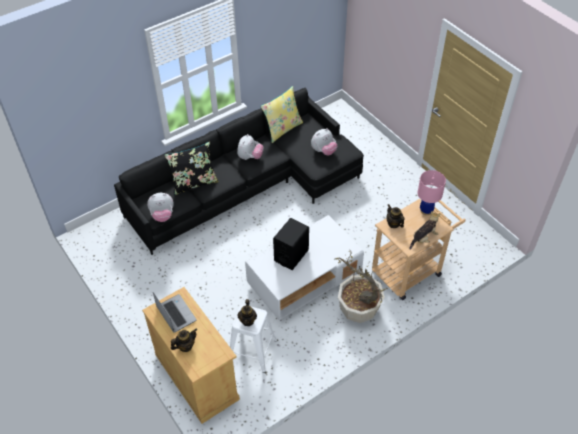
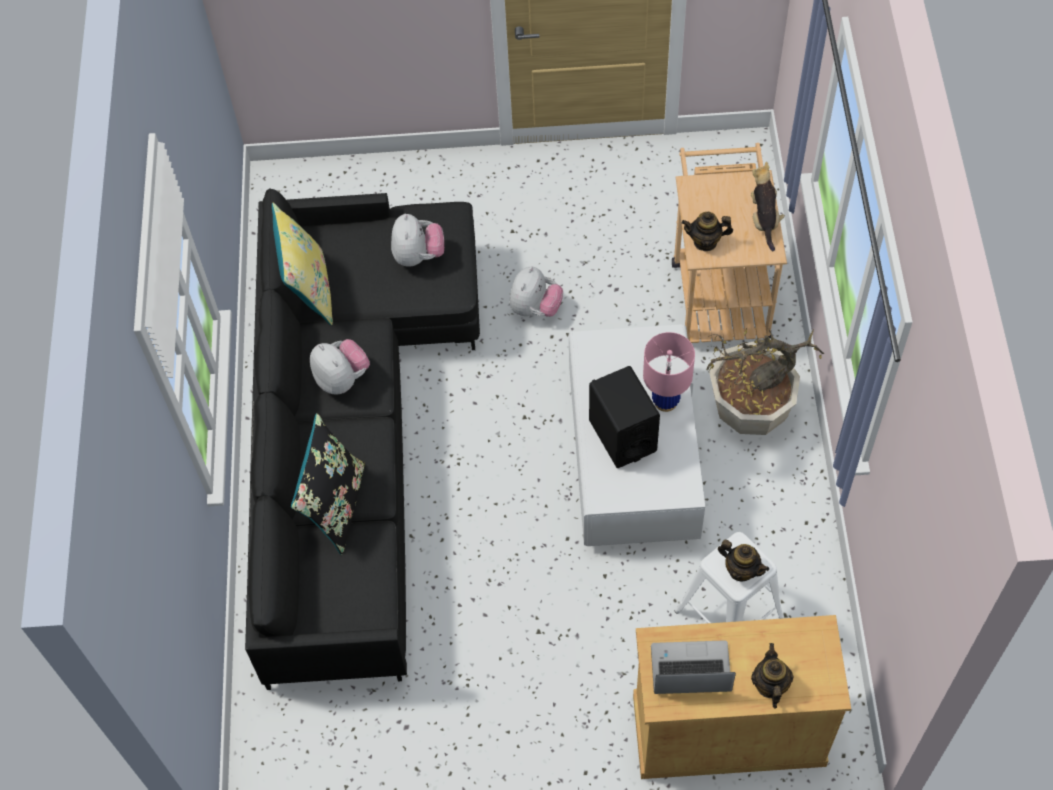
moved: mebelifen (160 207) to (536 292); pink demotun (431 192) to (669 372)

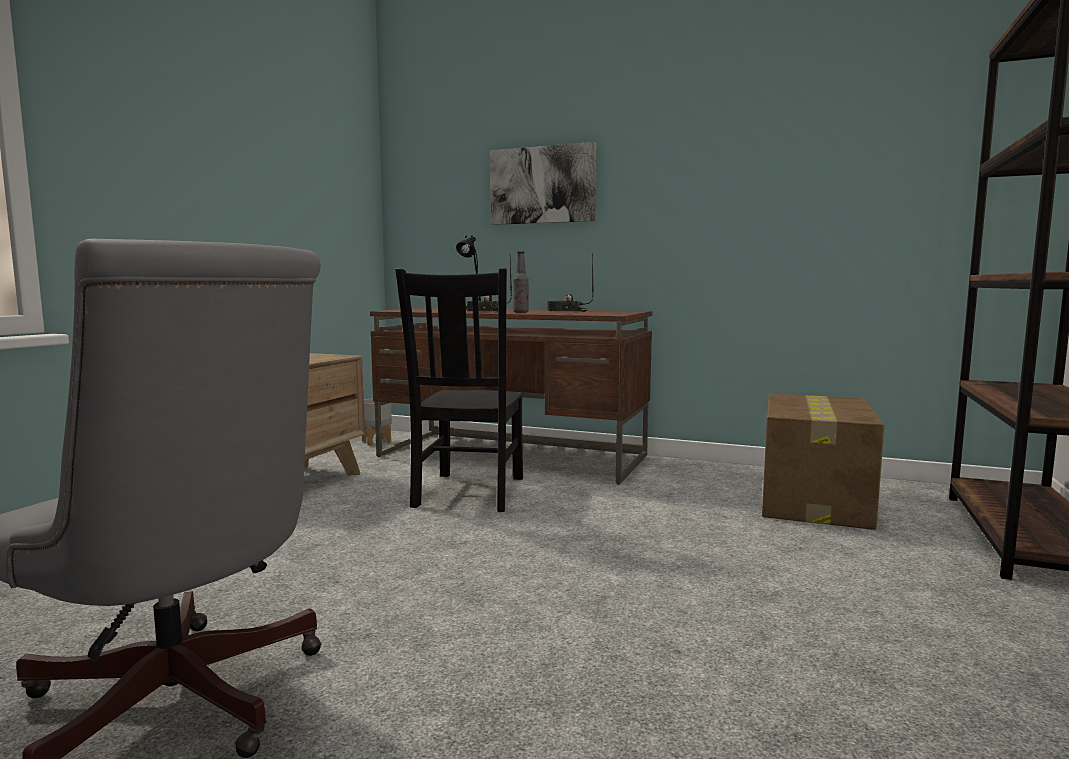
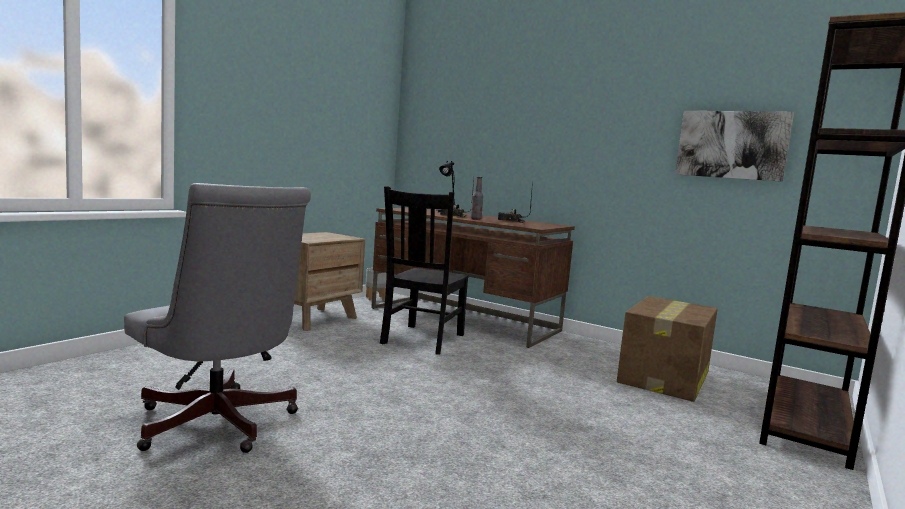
moved: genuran (543 183) to (734 146)

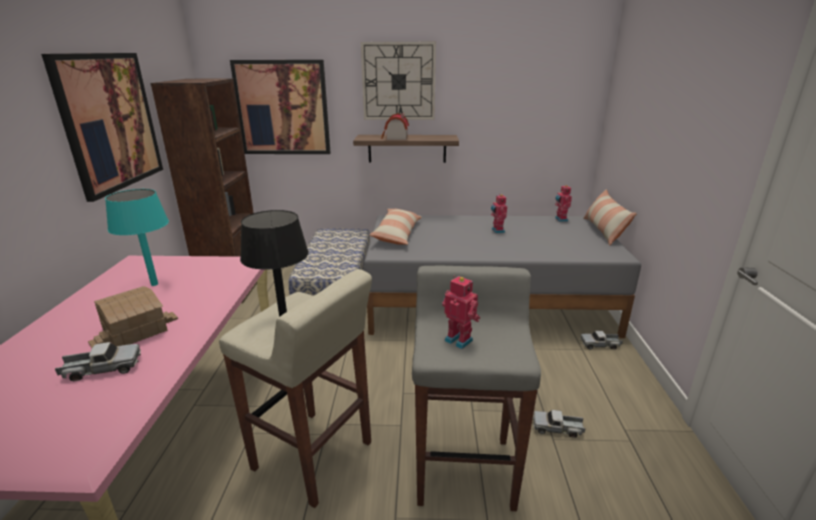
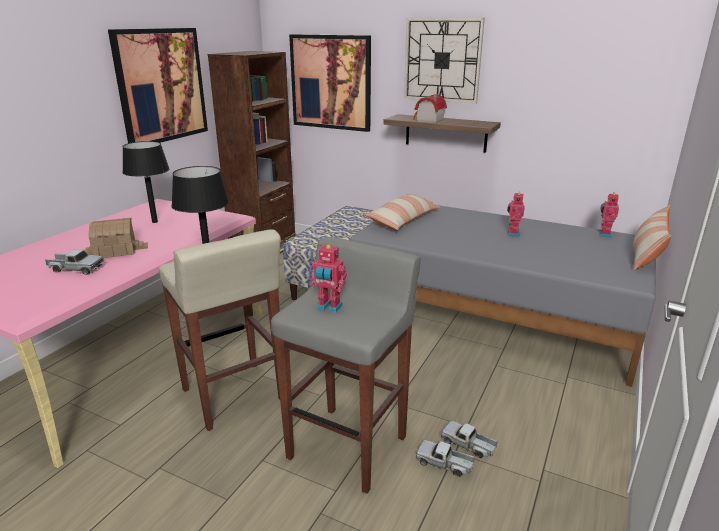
moved: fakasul (601 340) to (445 458)
recoloured: turquoise demotun (137 237) to black demotun (145 182)
turned: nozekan (461 312) = (329 279) 135 degrees clockwise

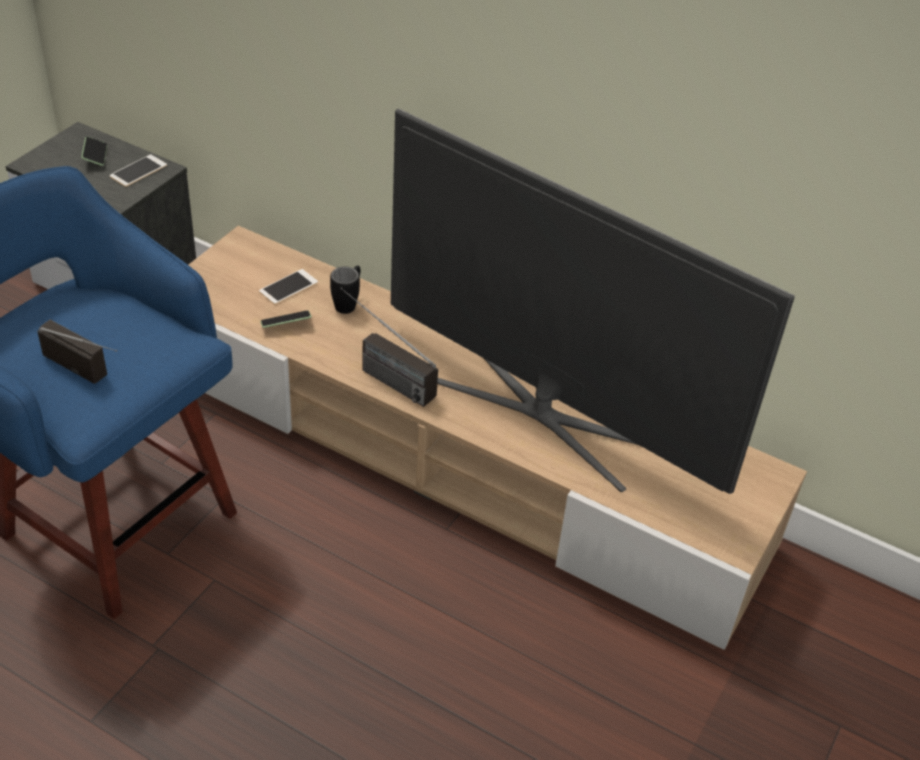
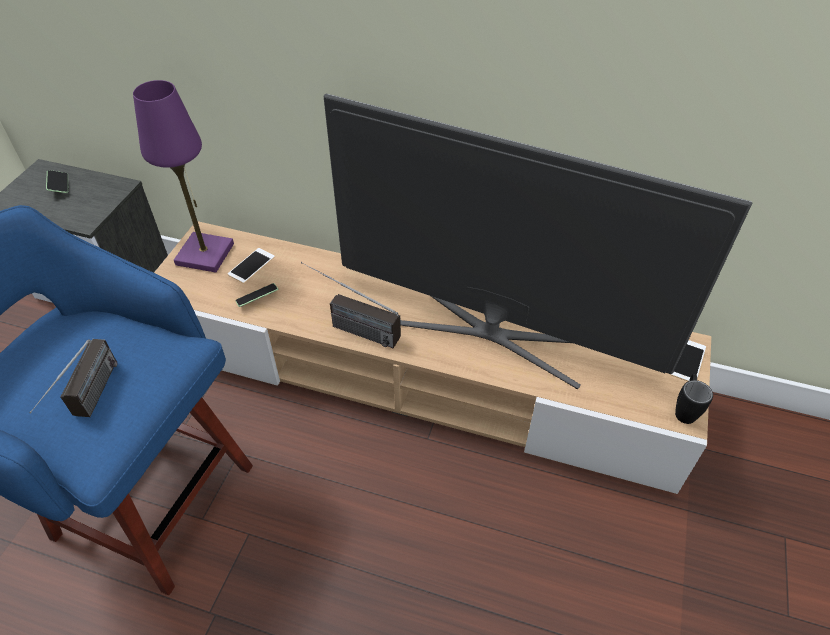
added: purple demotun (183 176)
moved: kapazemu (138 170) to (688 360); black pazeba (345 289) to (694 399)
turned: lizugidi (77 352) = (73 378) 75 degrees clockwise

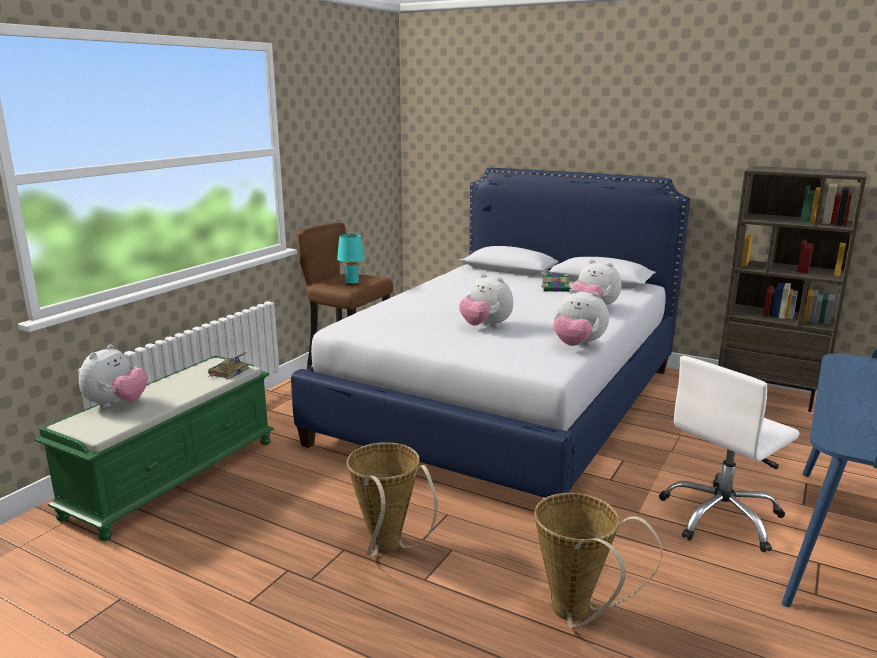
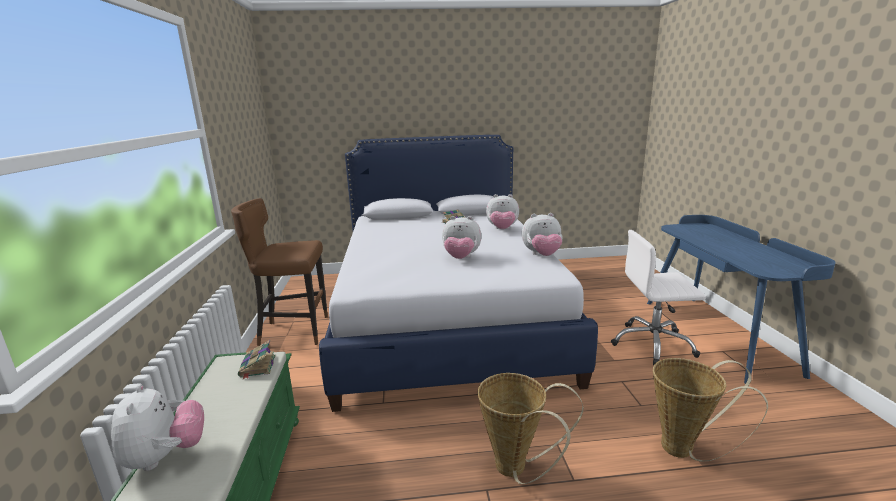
removed: turquoise demotun (351 259); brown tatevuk (792 289)
turned: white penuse (729 454) = (658 297) 75 degrees clockwise

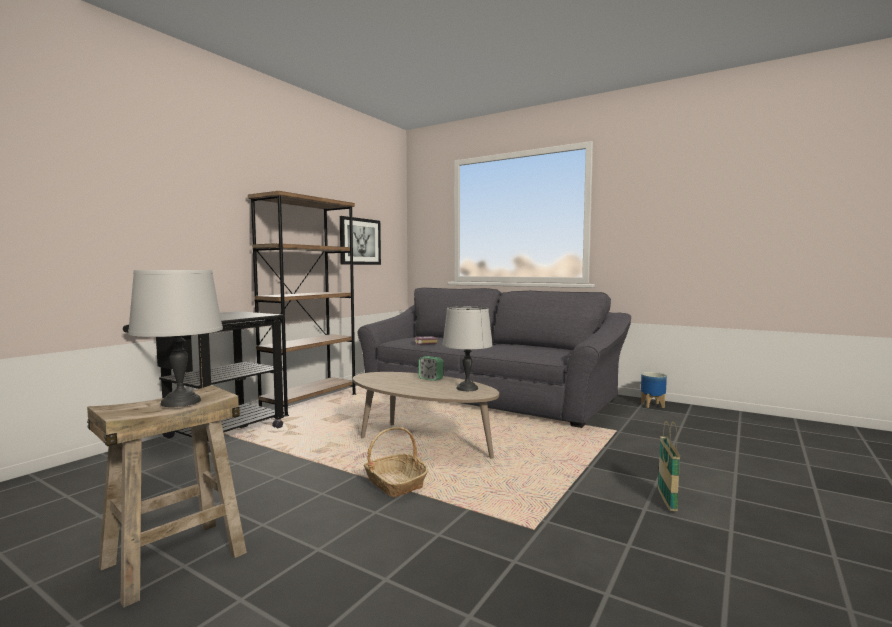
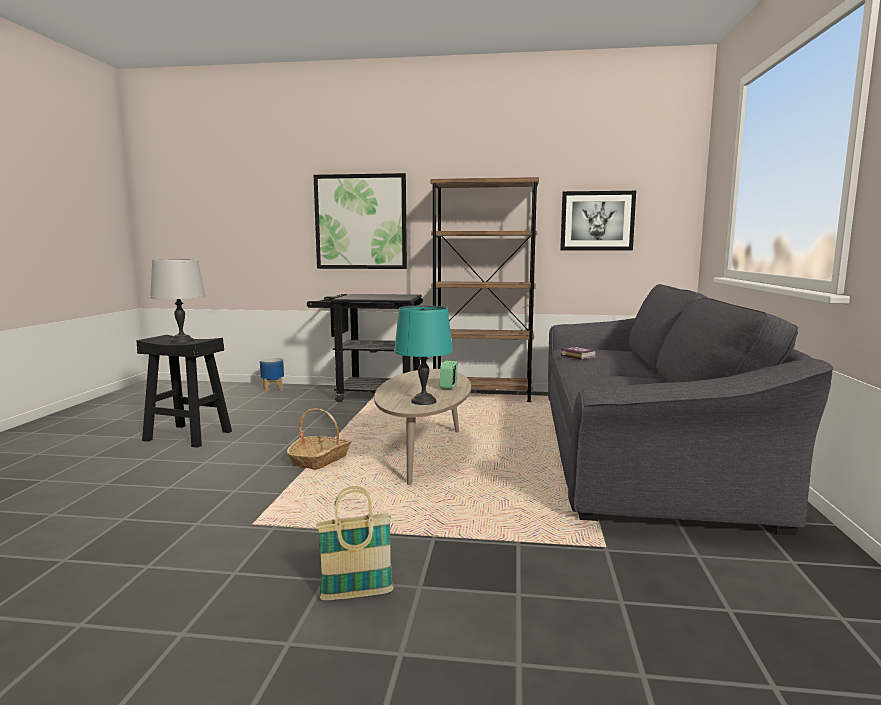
added: genuran (360 221)
moved: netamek (654 390) to (272 374)
recoloured: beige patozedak (167 496) to black patozedak (184 391); grey demotun (467 349) to turquoise demotun (423 355)

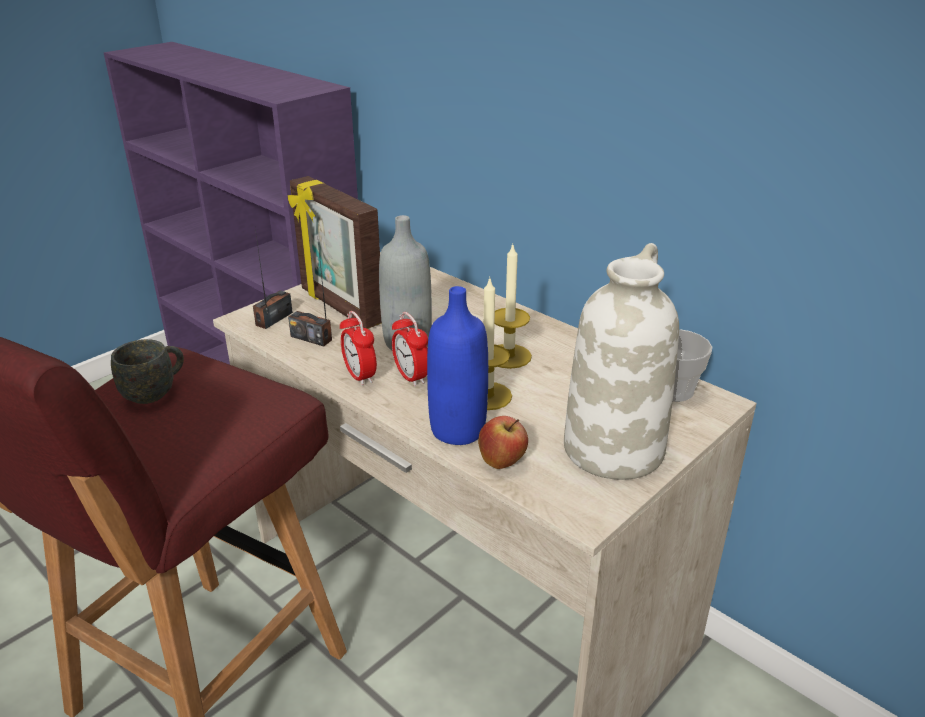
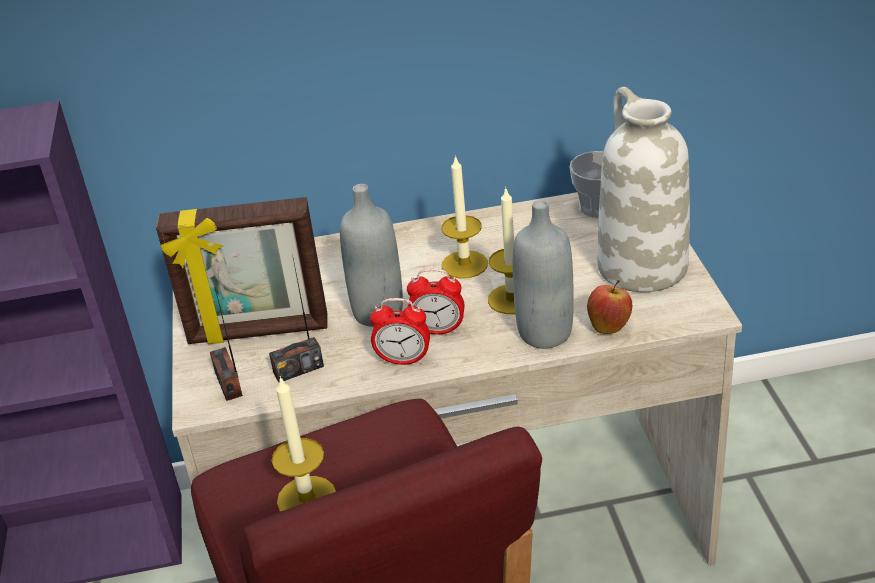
replaced: grey pazeba (147 371) to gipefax (304 444)
recoloured: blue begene (457 365) to grey begene (543 274)

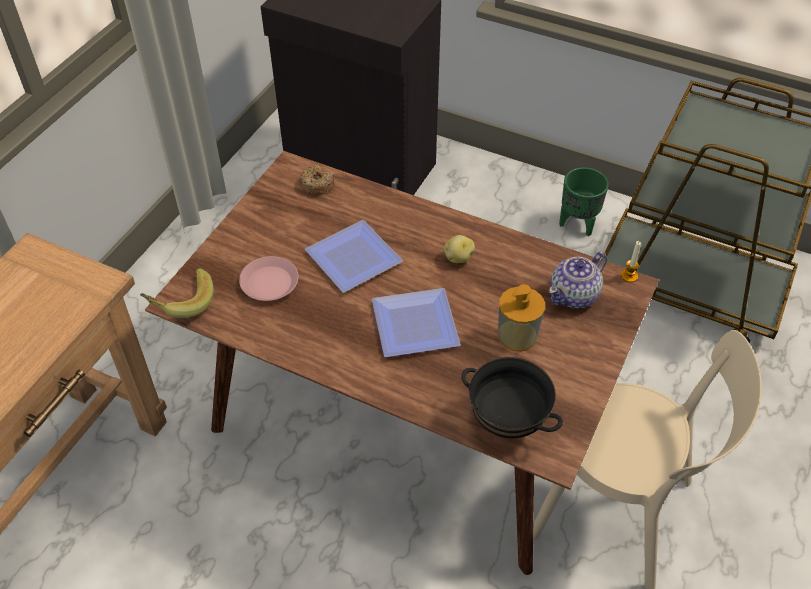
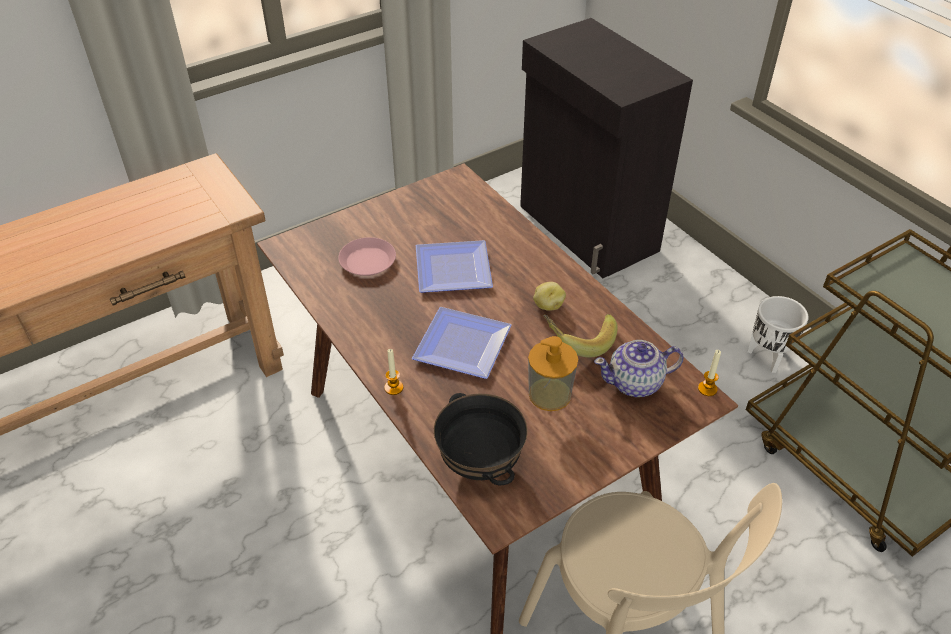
removed: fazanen (316 180)
added: gipefax (393 372)
moved: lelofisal (176 293) to (581 336)
recoloured: green netamek (584 201) to white netamek (778 334)

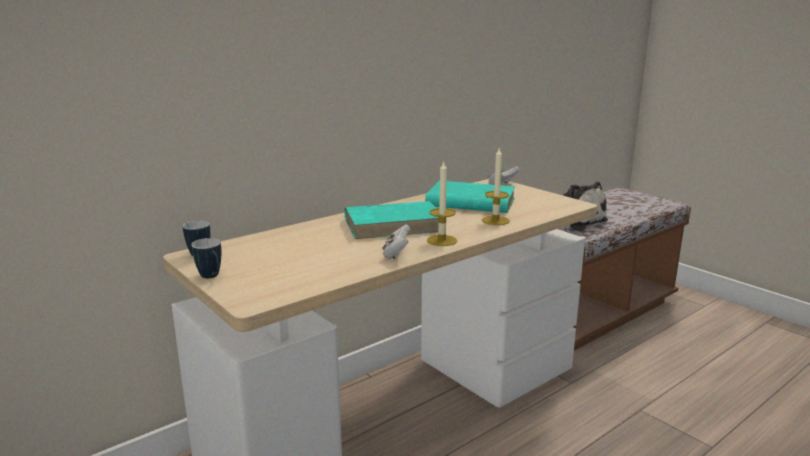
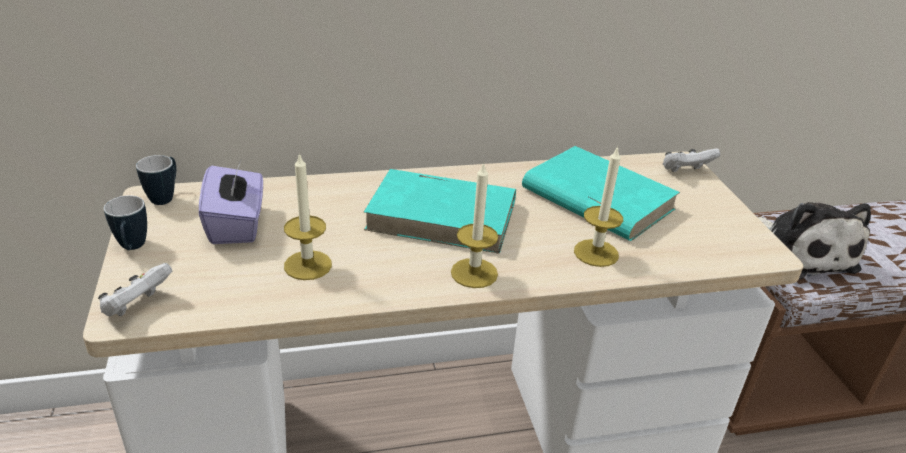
added: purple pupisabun (231 201); gipefax (308 216)
moved: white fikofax (396 241) to (135 290)

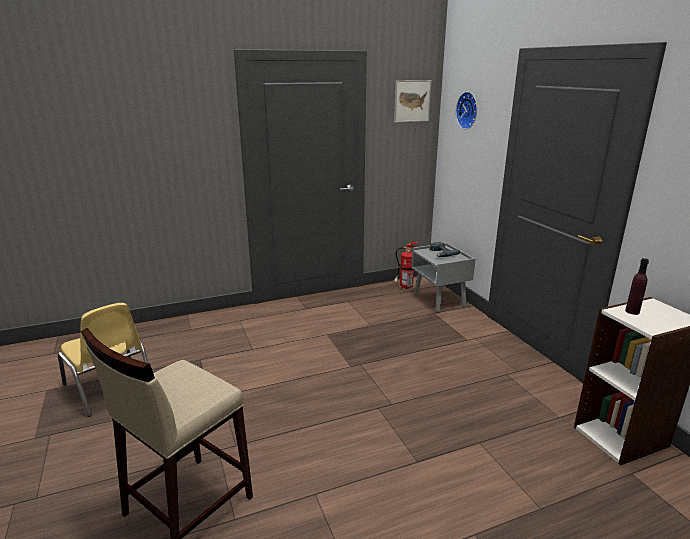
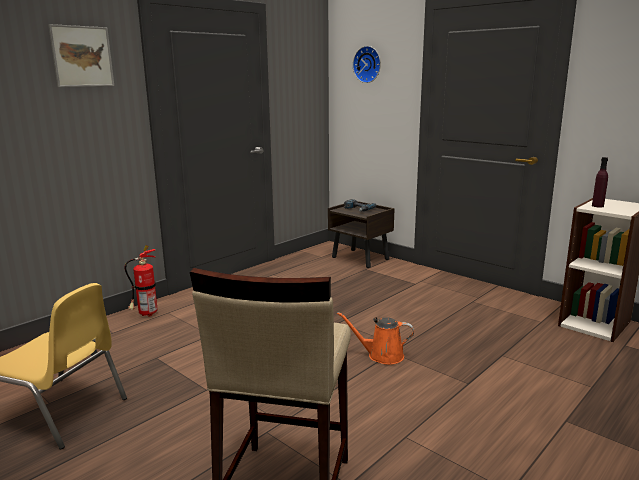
added: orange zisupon (375 338)
moved: genuran (413 101) to (81 55); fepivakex (406 264) to (141 281)
recoloured: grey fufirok (443 277) to brown fufirok (361 234)

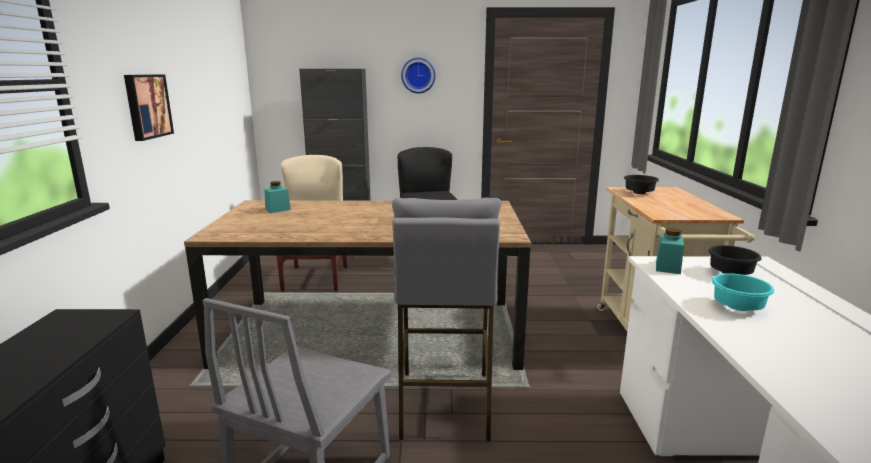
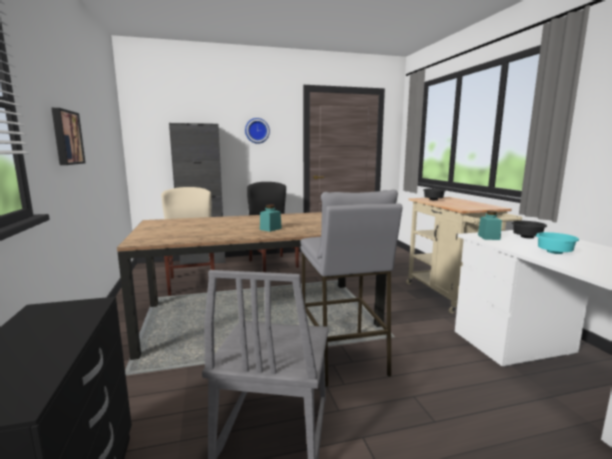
moved: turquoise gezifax (277 197) to (271 218)

